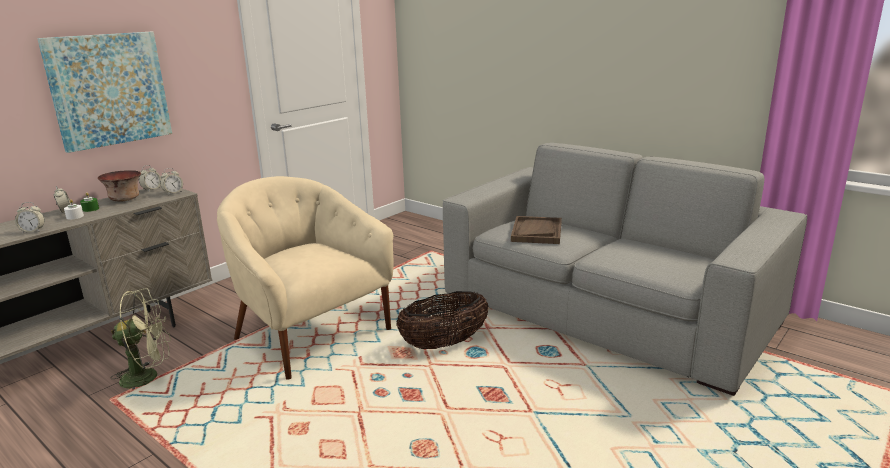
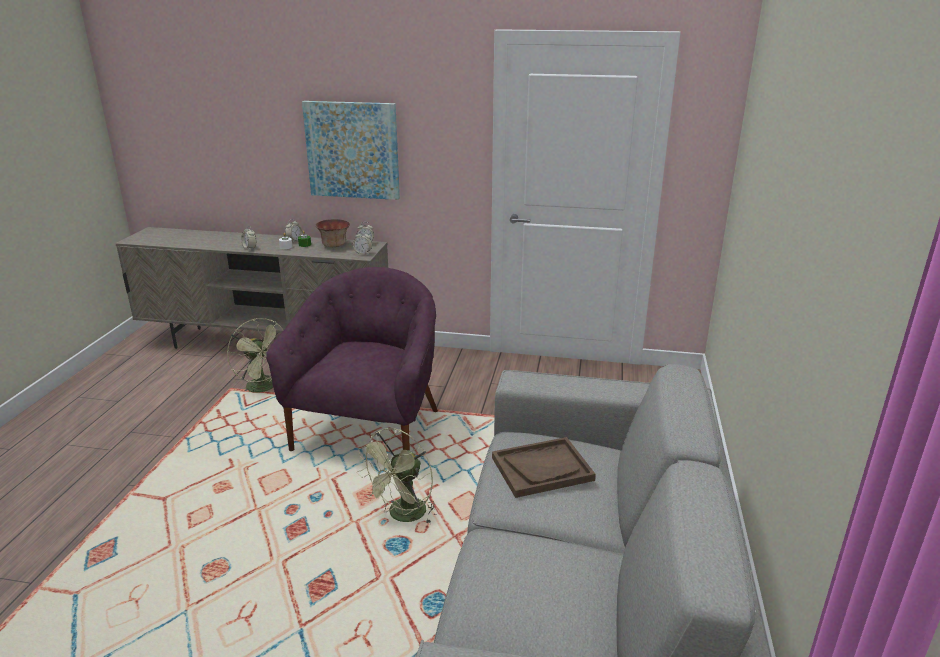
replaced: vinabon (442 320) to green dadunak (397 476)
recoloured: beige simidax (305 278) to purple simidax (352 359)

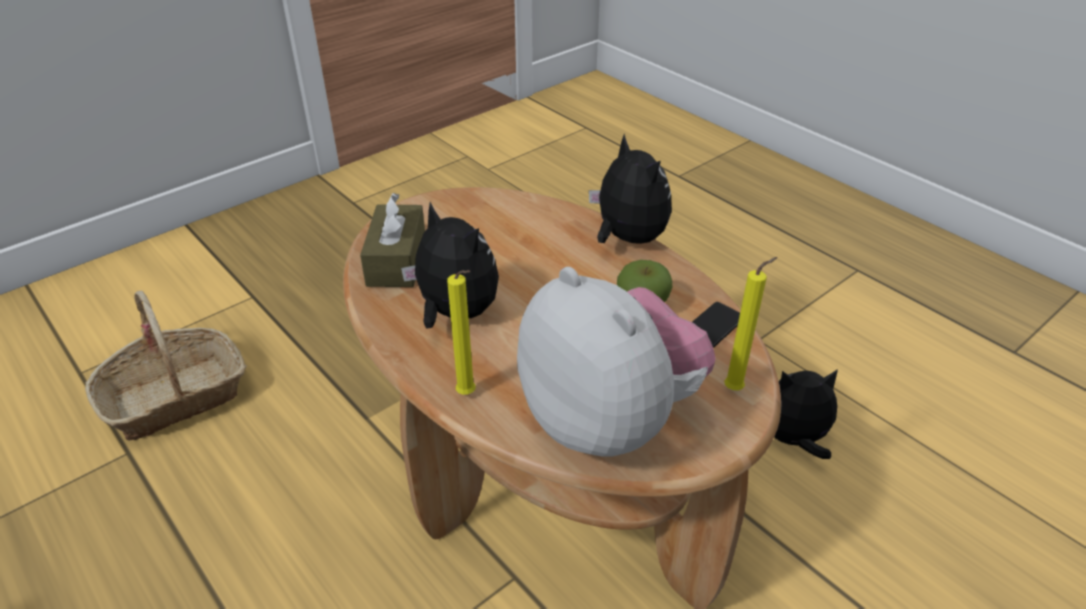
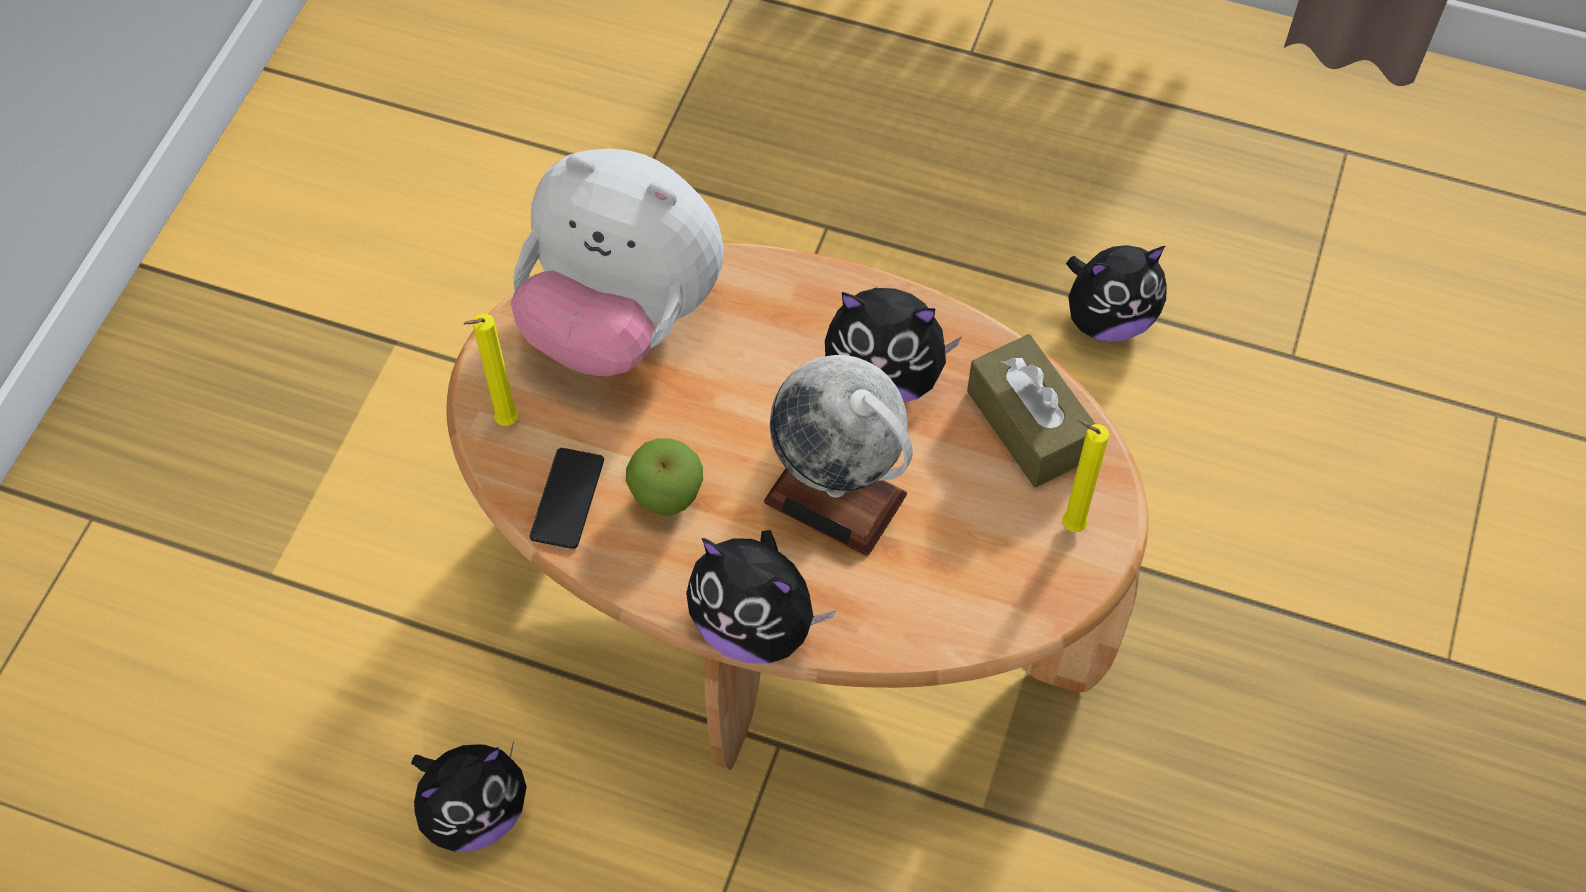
removed: vinabon (166 365)
added: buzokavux (838 455); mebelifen (1116 293)
moved: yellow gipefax (461 332) to (1085 475)

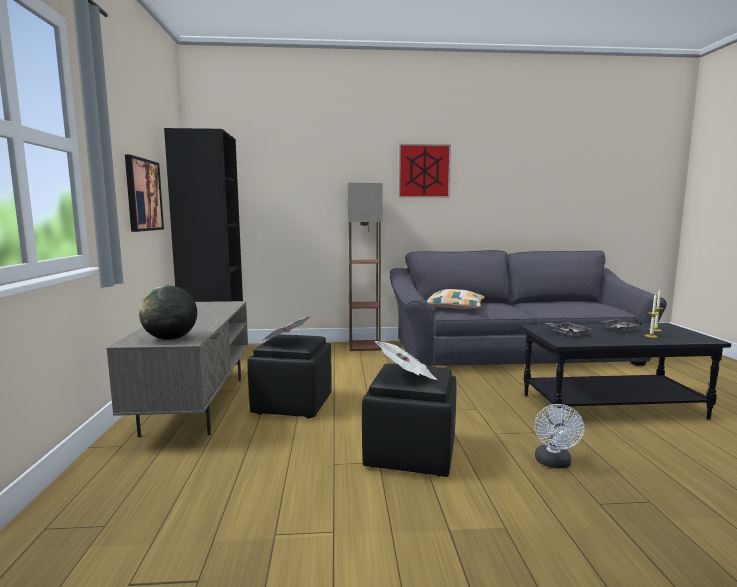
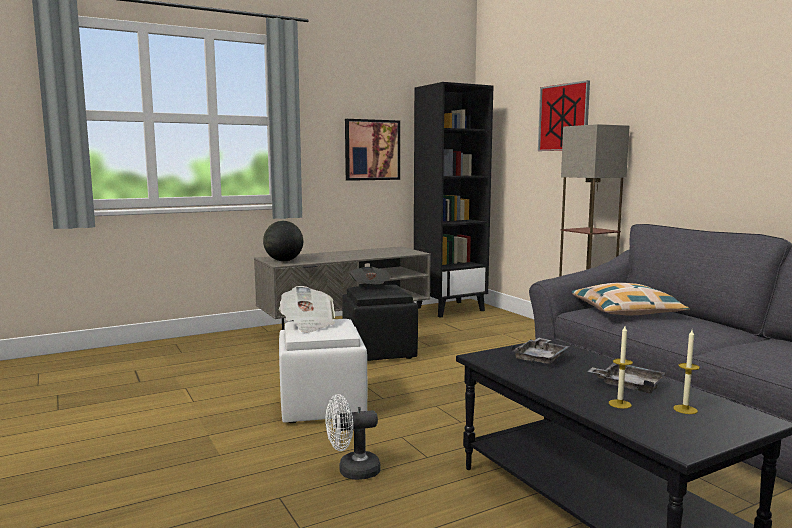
moved: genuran (425 170) to (564 115)
recoloured: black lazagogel (409 420) to white lazagogel (323 371)

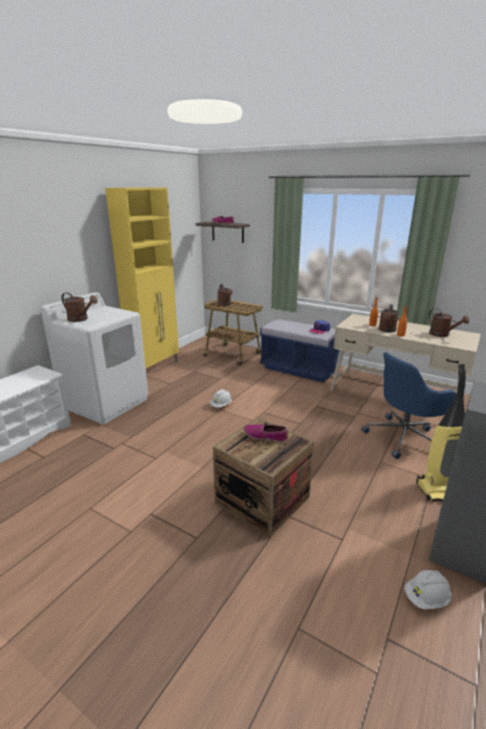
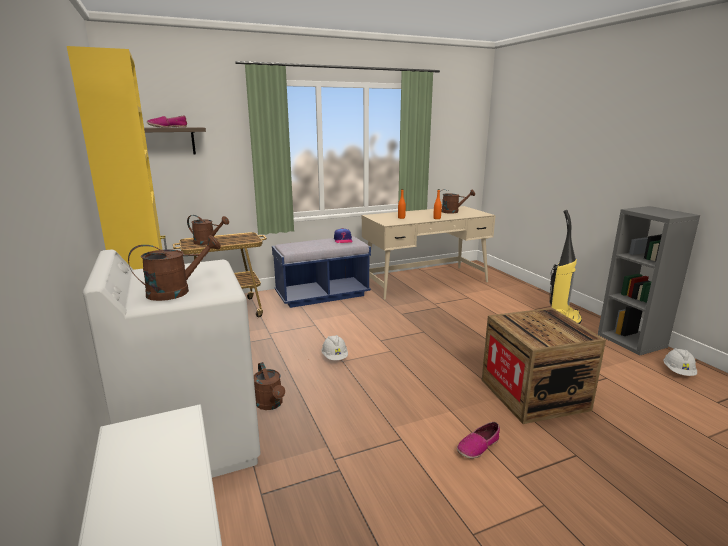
removed: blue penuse (409 405)
moved: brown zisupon (389 318) to (269 386); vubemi (266 433) to (478 440)

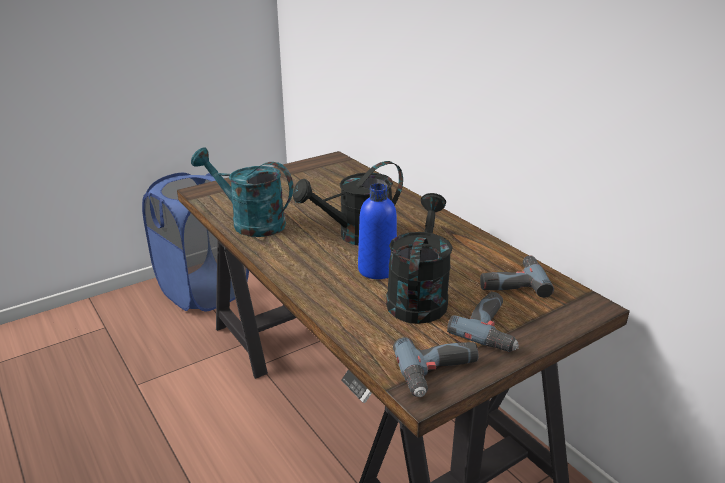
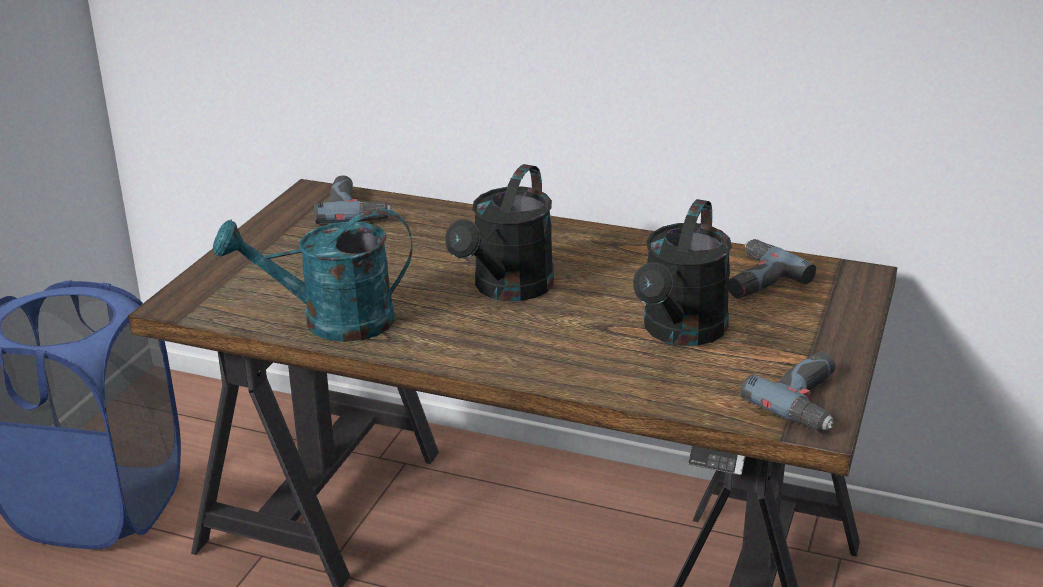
removed: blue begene (377 231)
moved: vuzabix (483 322) to (353 199)
turned: black zisupon (419 258) = (682 272) 135 degrees counterclockwise

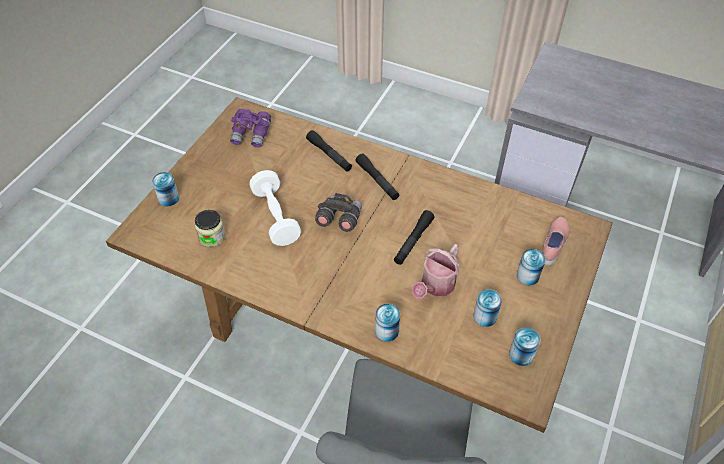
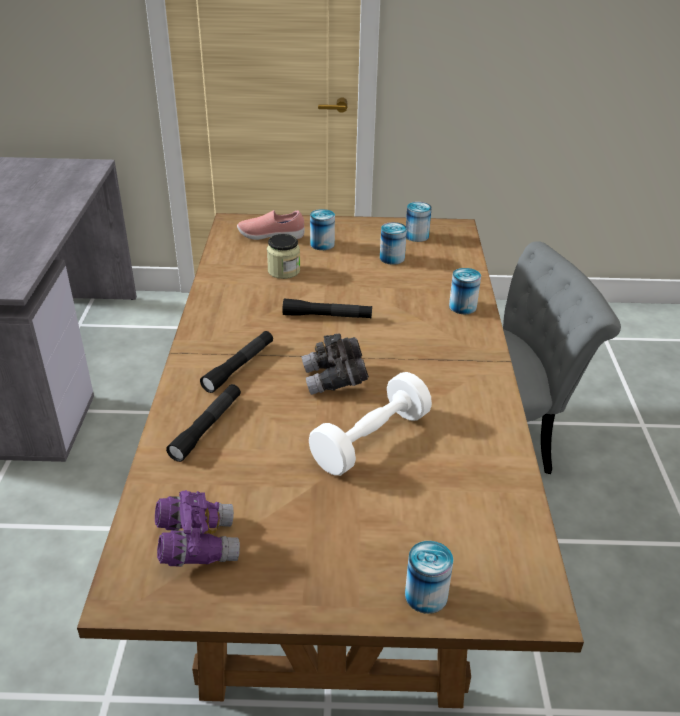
removed: zisupon (435 271)
moved: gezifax (210 228) to (283 256)

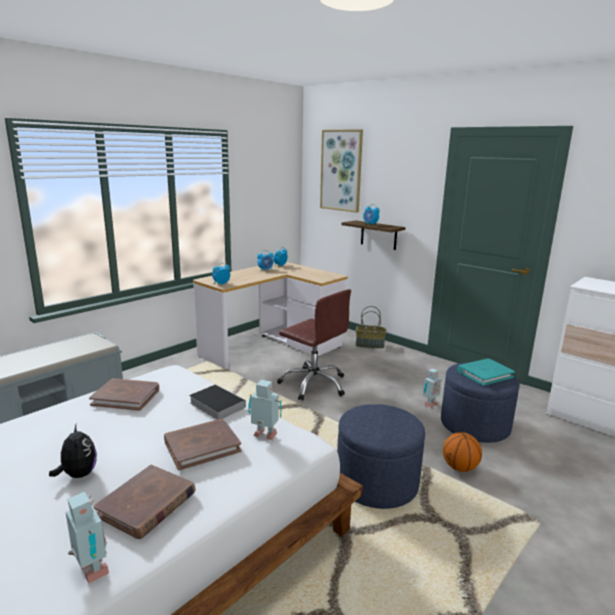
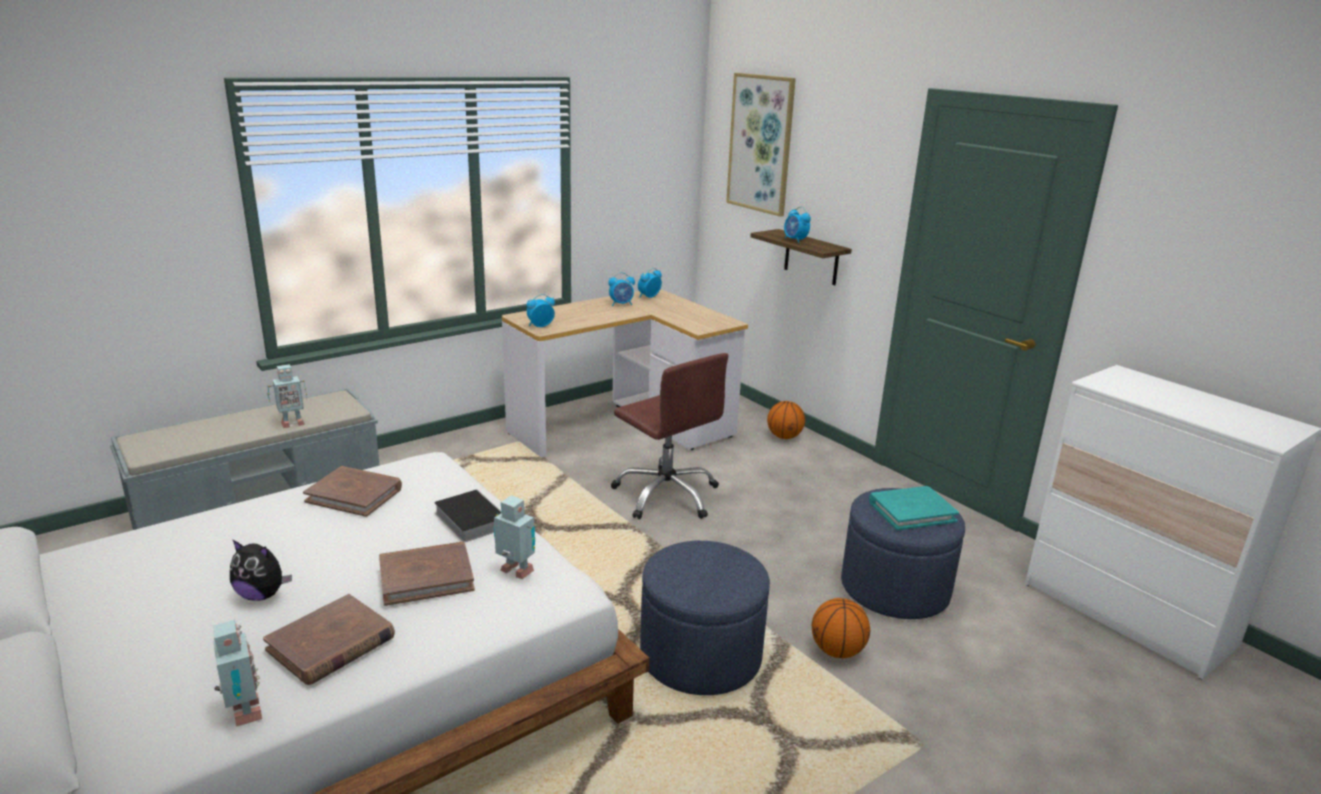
moved: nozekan (432 388) to (287 396)
replaced: vinabon (371 327) to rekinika (786 420)
turned: mebelifen (73 451) = (261 570) 120 degrees clockwise

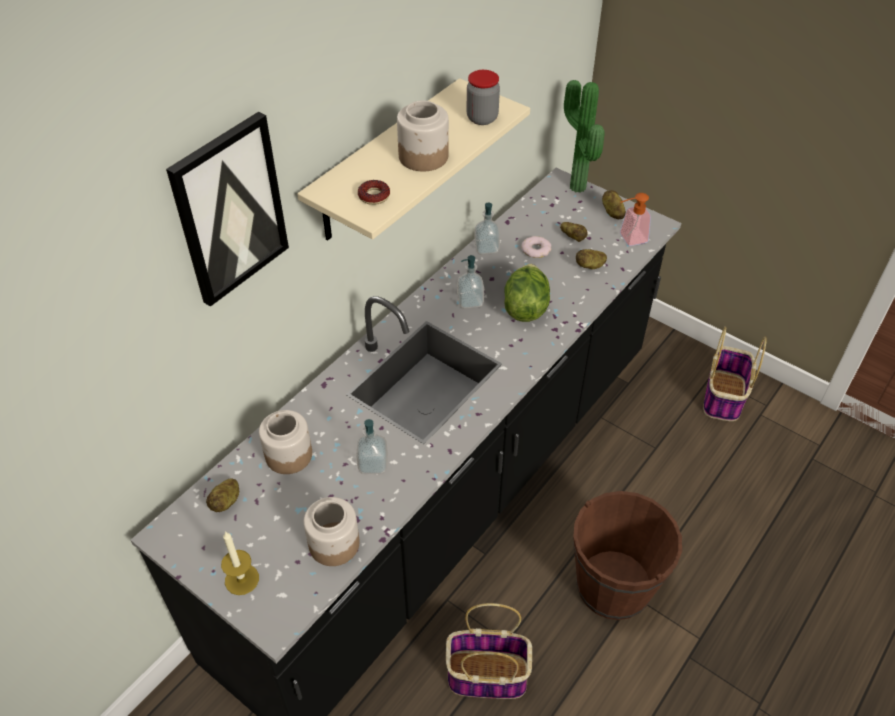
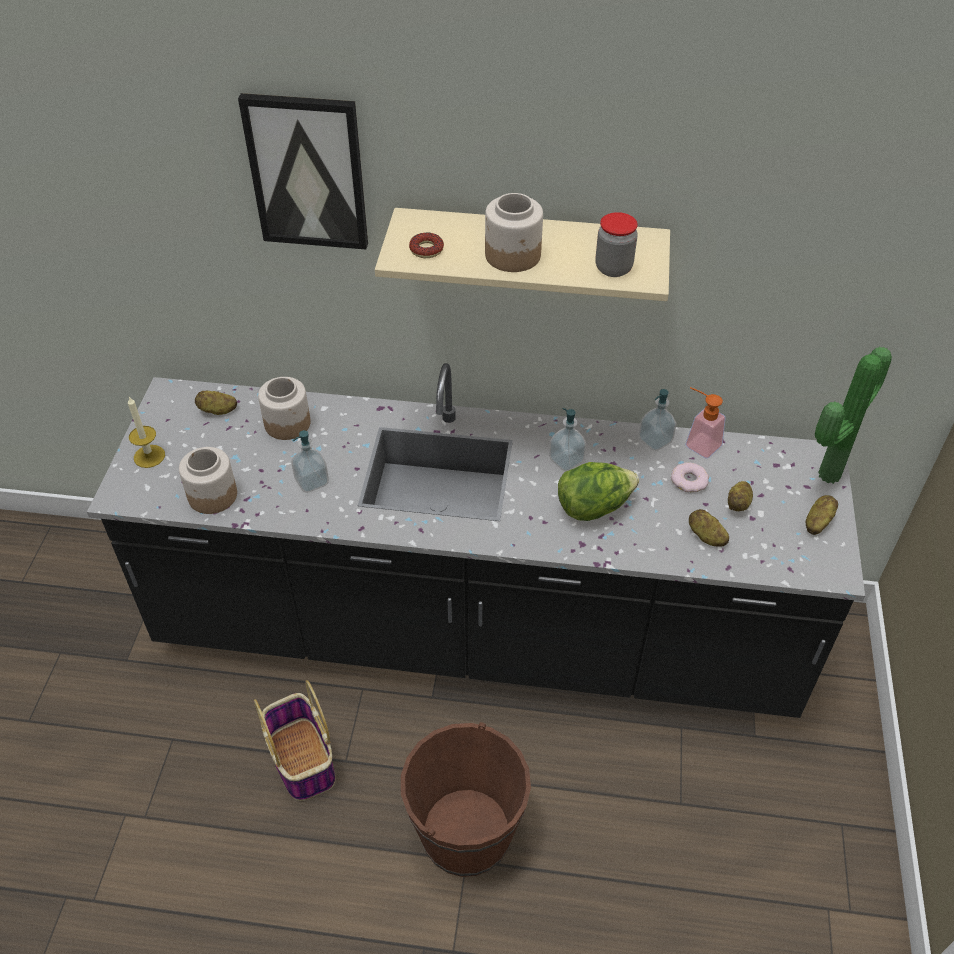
removed: vinabon (735 373)
moved: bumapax (635 219) to (705 422)

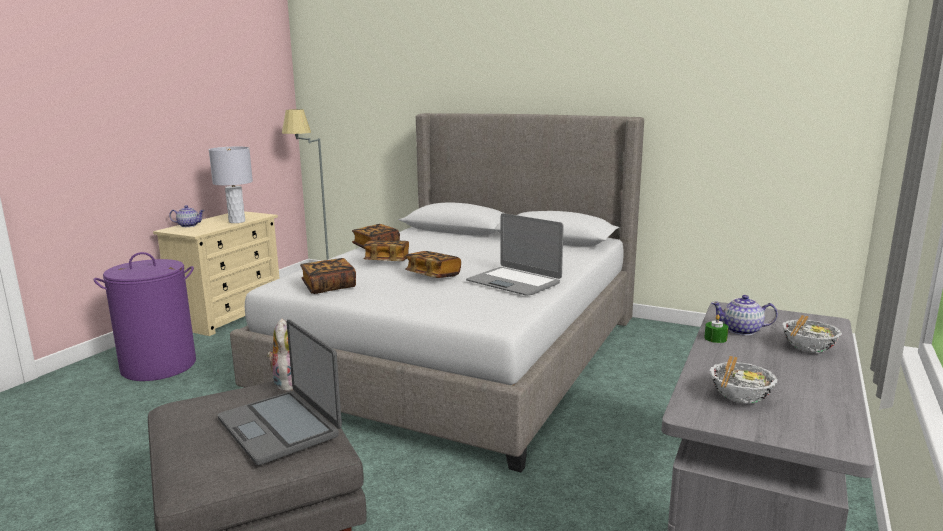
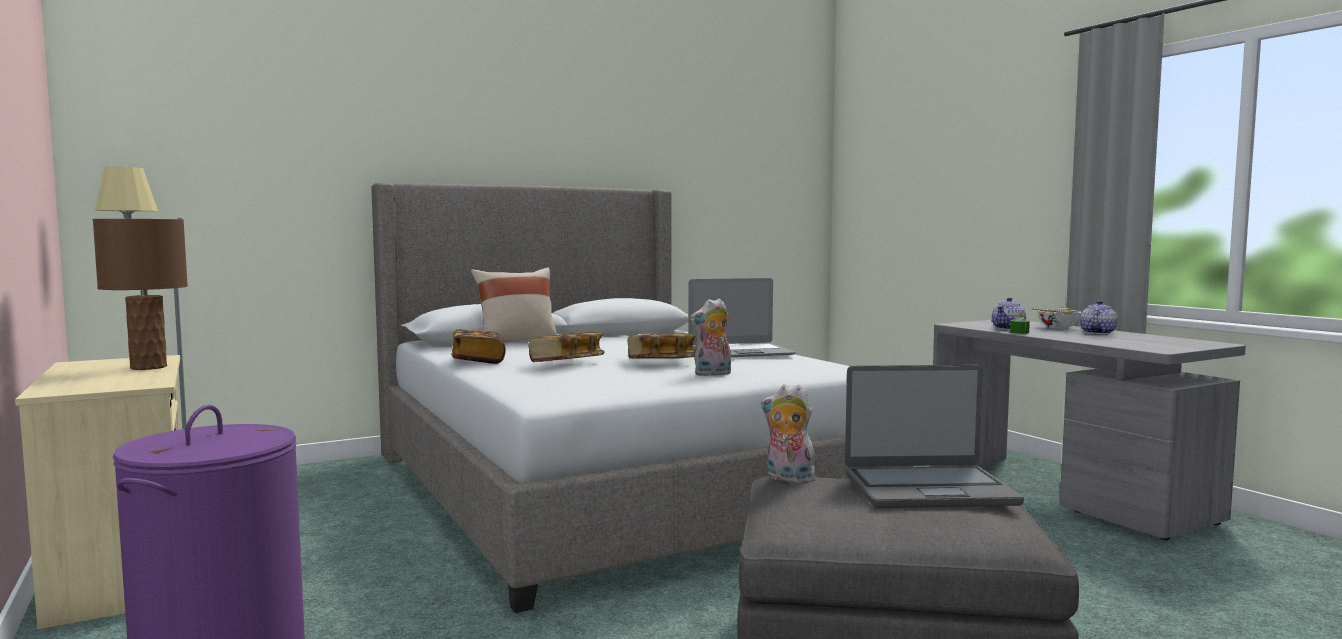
removed: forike (328 276); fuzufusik (744 380)
added: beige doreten (514 304); mebelifen (710 337)
moved: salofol (187 216) to (1098 317)
recoloured: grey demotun (231 185) to brown demotun (140 294)

